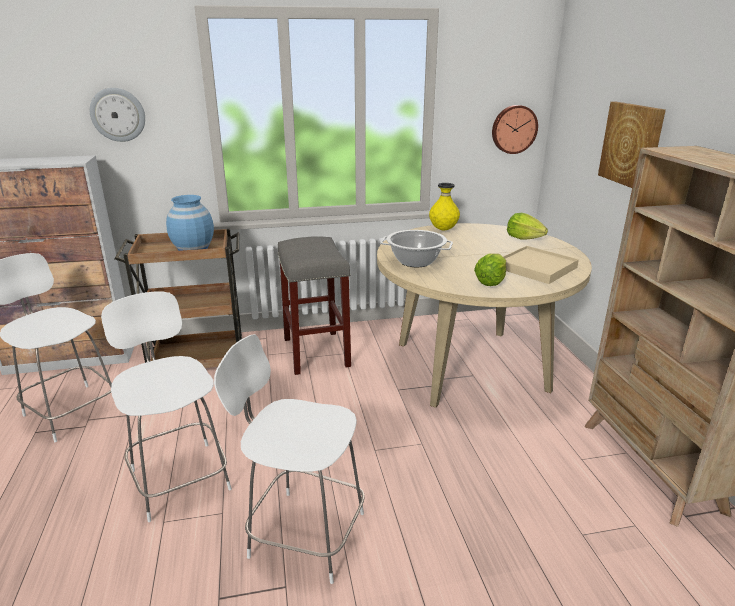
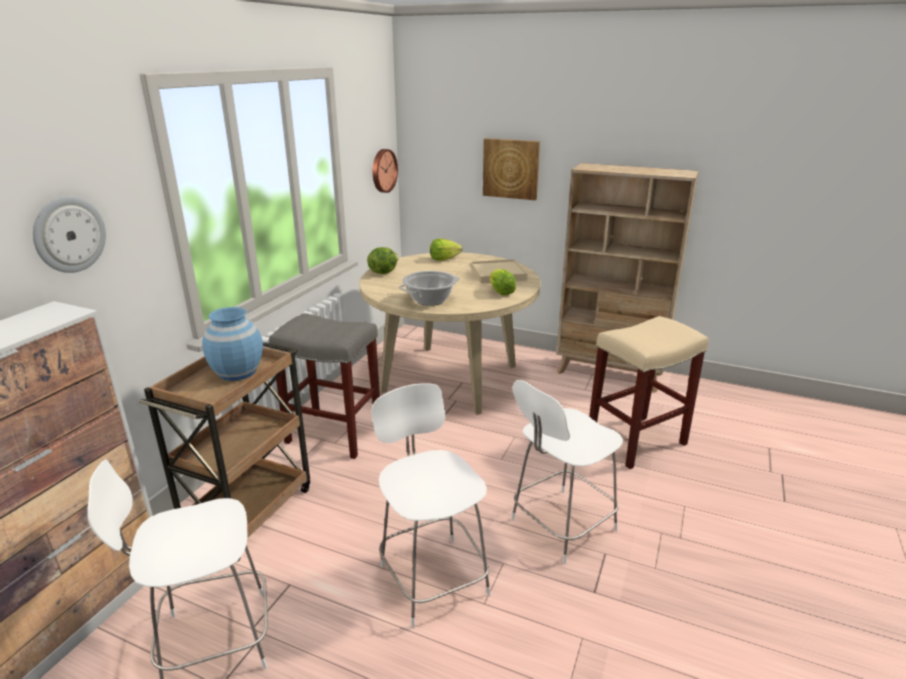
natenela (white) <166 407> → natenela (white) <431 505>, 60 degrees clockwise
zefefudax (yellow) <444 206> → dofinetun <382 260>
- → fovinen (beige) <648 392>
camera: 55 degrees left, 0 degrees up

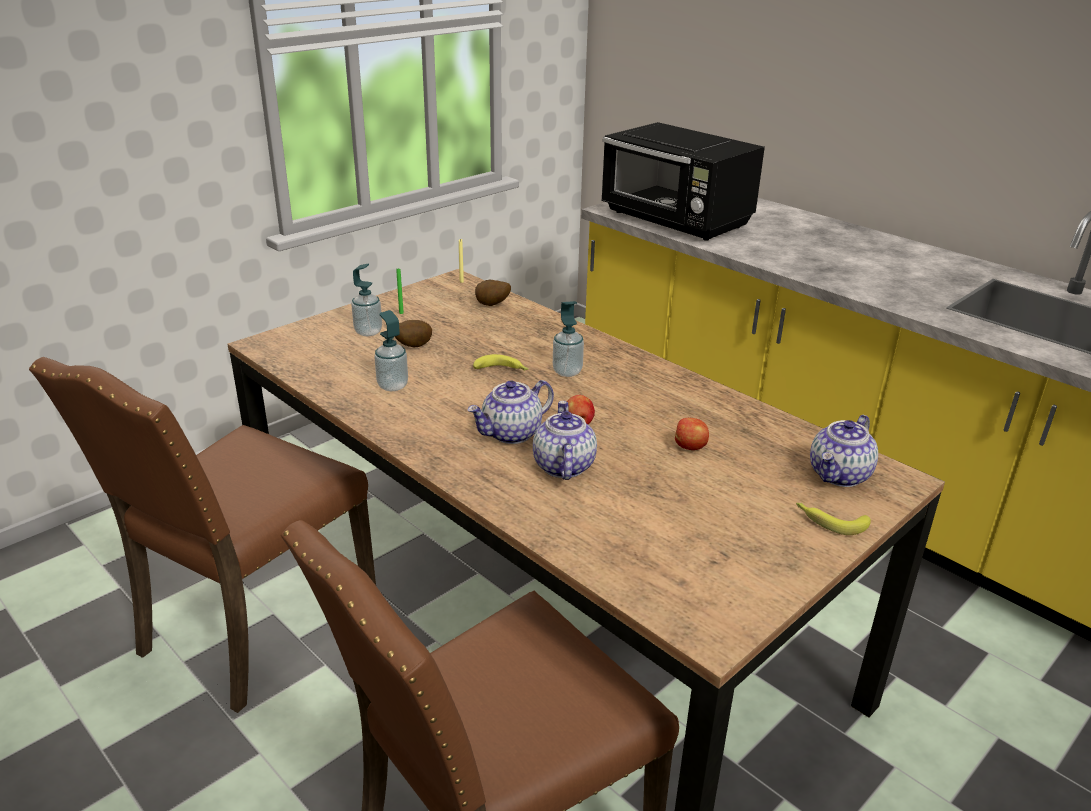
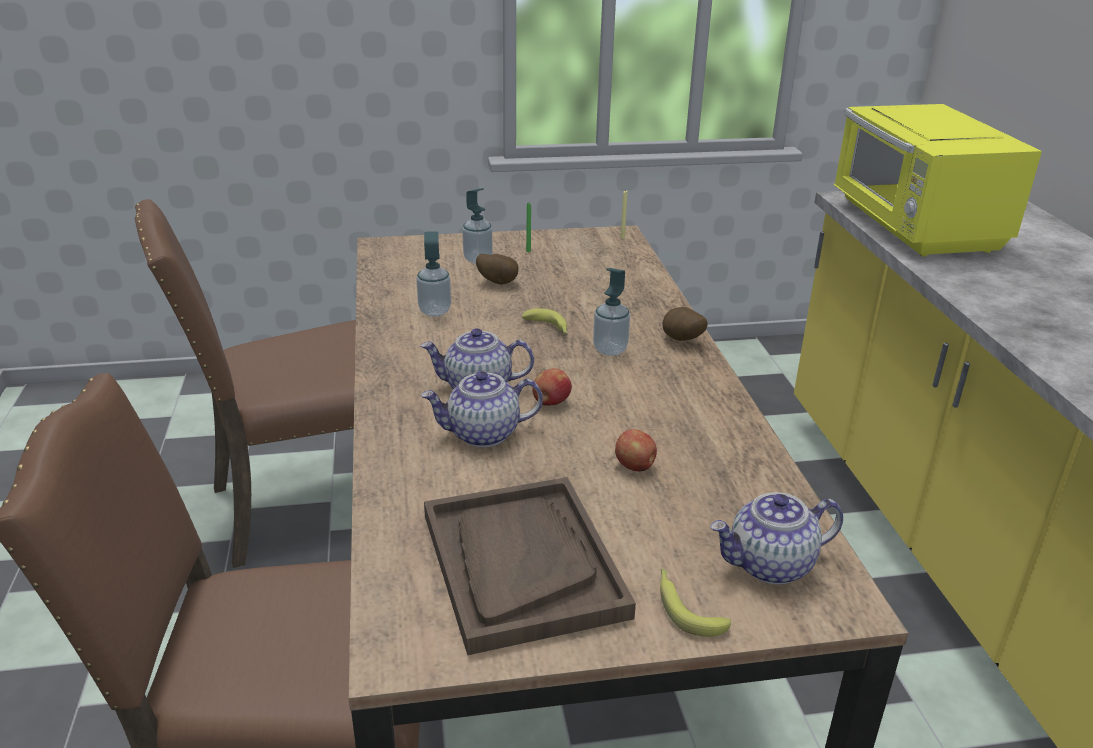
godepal <493 293> → godepal <685 324>, moved
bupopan <565 440> → bupopan <482 409>, 135 degrees counterclockwise
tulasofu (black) <683 181> → tulasofu (yellow) <938 180>
- → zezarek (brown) <530 566>
camera: 35 degrees right, 0 degrees up

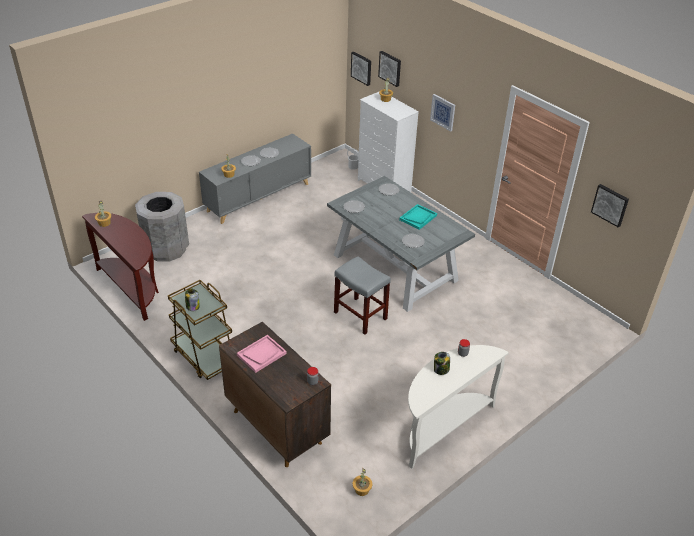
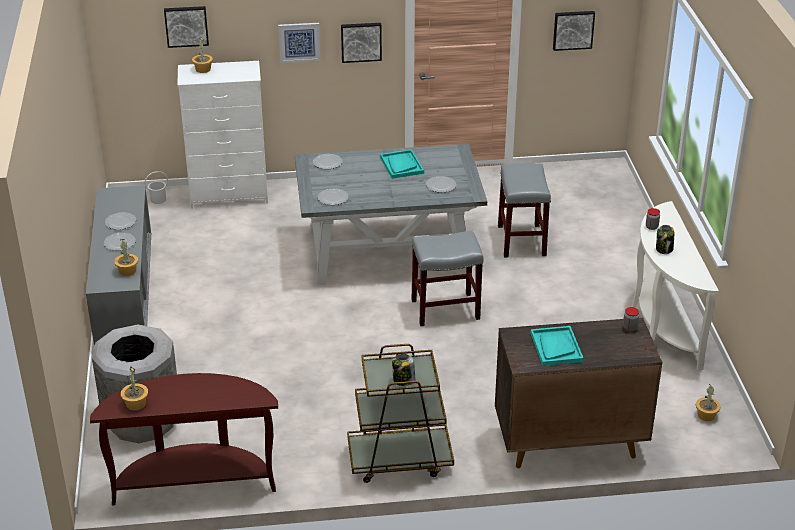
zezarek (pink) <262 354> → zezarek (turquoise) <556 346>
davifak <361 69> → davifak <361 43>, moved
- → fovinen (grey) <524 210>
camera: 55 degrees left, 5 degrees down

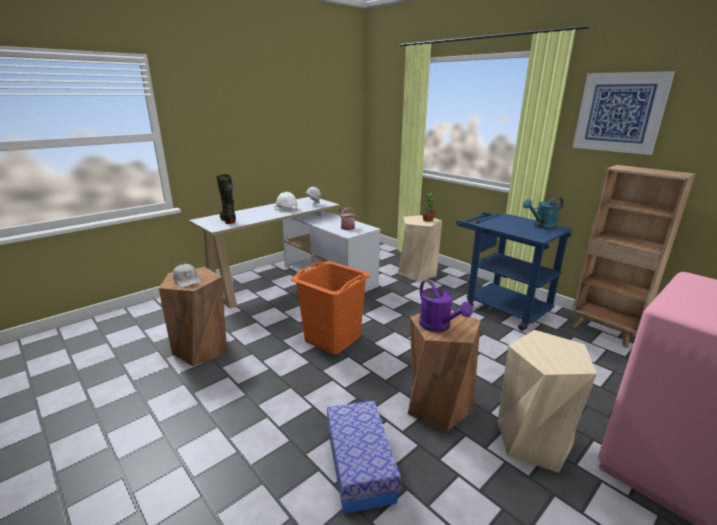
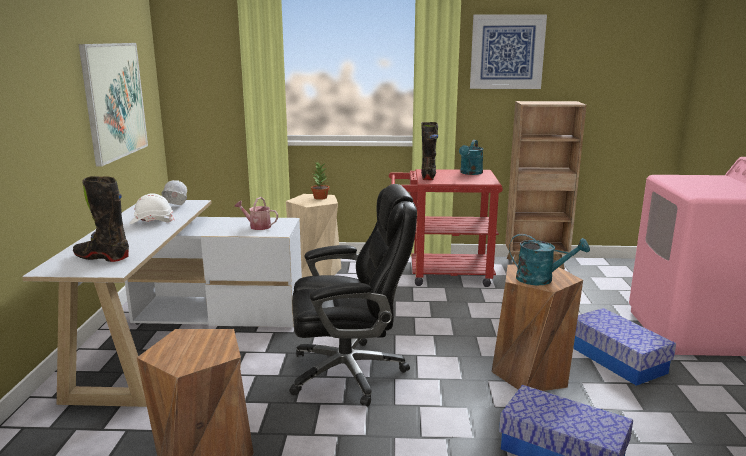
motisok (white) <187 276> → -
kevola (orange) <331 308> → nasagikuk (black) <353 295>
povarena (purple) <446 306> → povarena (turquoise) <549 259>
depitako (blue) <514 271> → depitako (red) <446 228>
fovinen (beige) <547 401> → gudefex <624 347>
- → davifak <113 105>
- → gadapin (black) <429 151>
camera: 45 degrees left, 5 degrees down

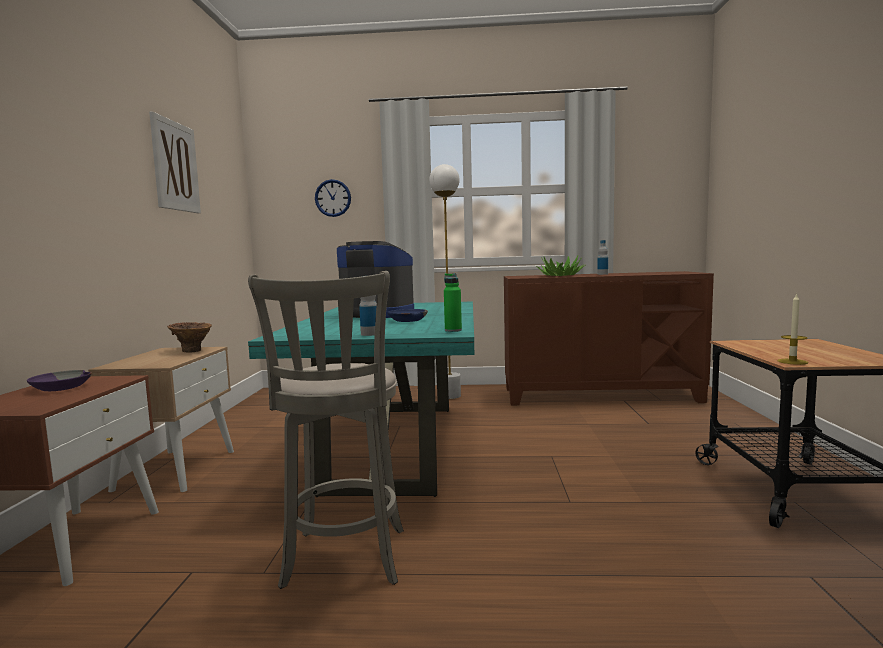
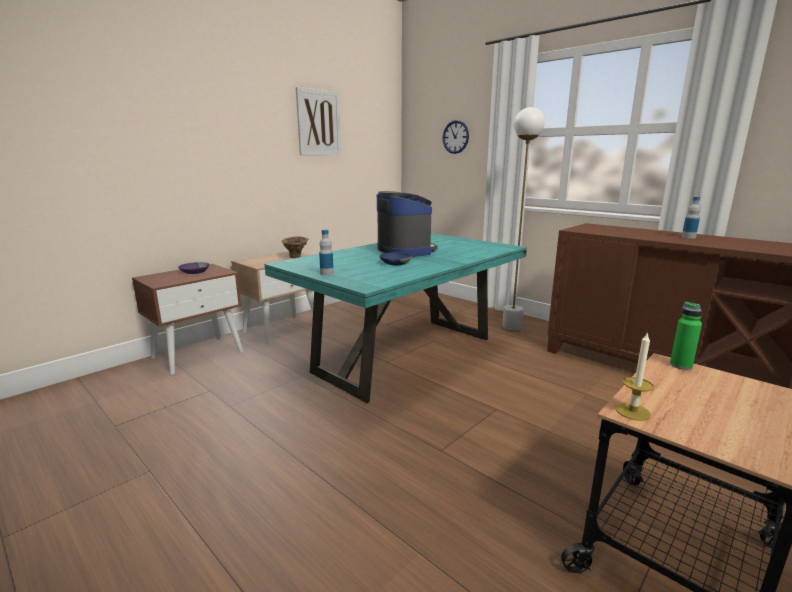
fovinen (grey) <326 430> → -
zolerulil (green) <453 302> → zolerulil (green) <686 336>, moved
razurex <560 266> → -
camera: 40 degrees right, 10 degrees up

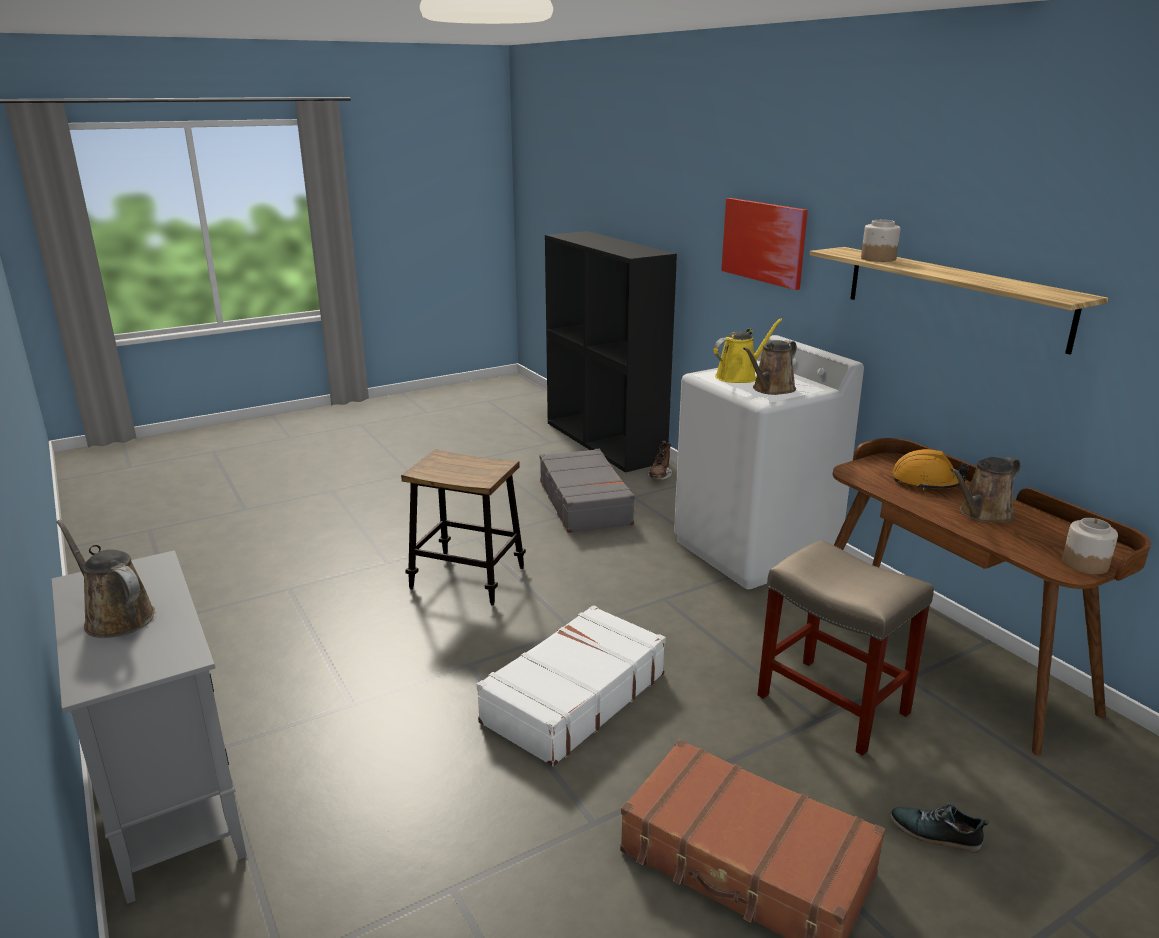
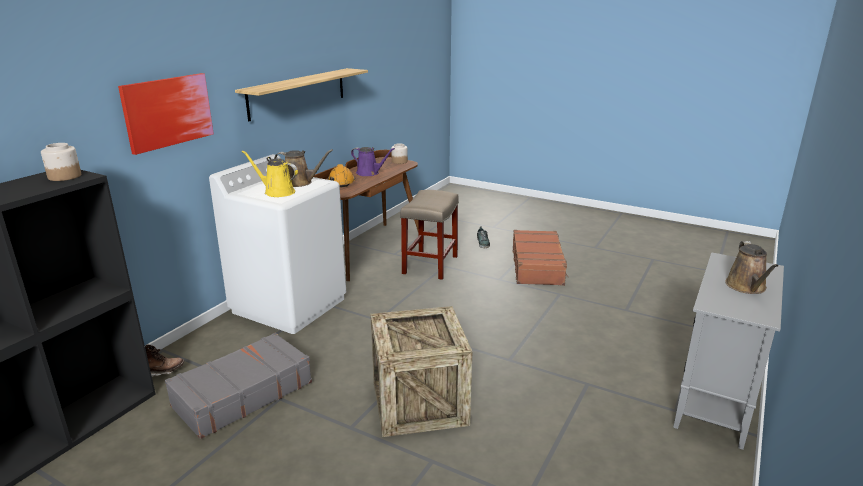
fovinen <463 527> → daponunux <421 371>
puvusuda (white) <571 686> → -
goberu <881 241> → goberu <61 162>, moved
povarena (brown) <985 490> → povarena (purple) <373 161>
camera: 120 degrees left, 0 degrees up

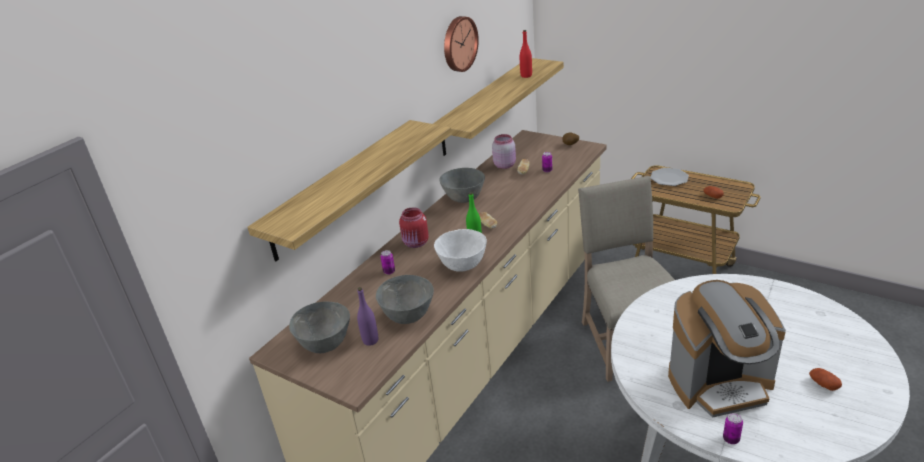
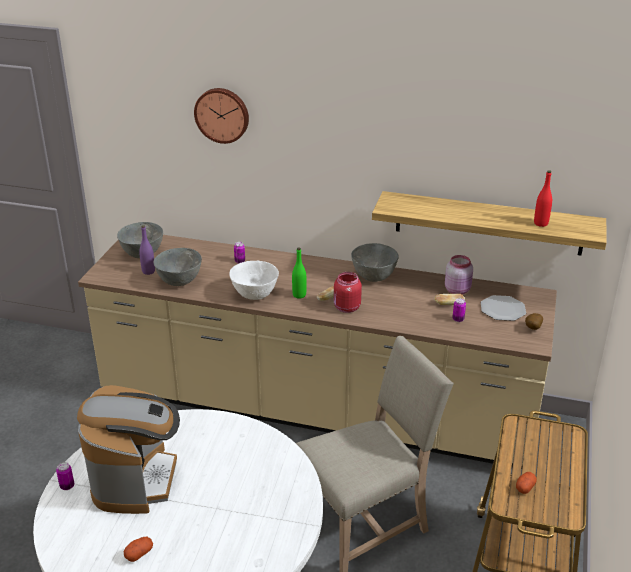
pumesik <349 190> → -
goberu (red) <414 227> → goberu (red) <348 292>, moved
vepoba <461 44> → vepoba <221 116>, moved
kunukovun <669 177> → kunukovun <503 308>, moved
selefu <727 349> → selefu <128 449>, 150 degrees counterclockwise
camera: 70 degrees right, 0 degrees up

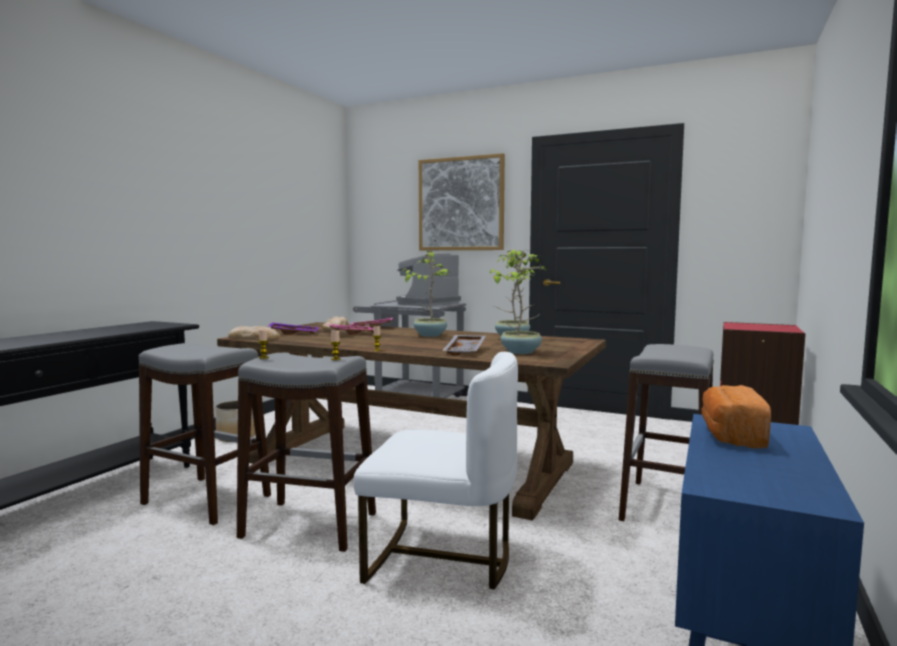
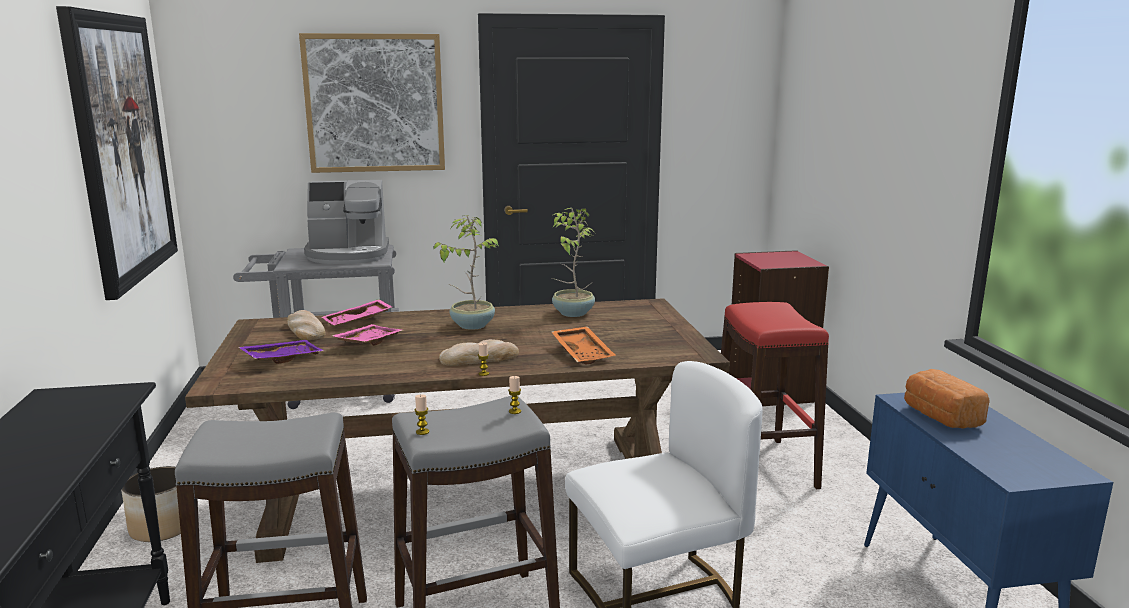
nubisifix <254 333> → nubisifix <479 352>, moved
selefu <428 280> → selefu <346 222>, 105 degrees counterclockwise
zezarek (grey) <464 345> → zezarek (orange) <583 345>
razurex <523 302> → -
fovinen (grey) <666 432> → fovinen (red) <775 395>
- → davifak <117 153>
camera: 35 degrees left, 10 degrees up

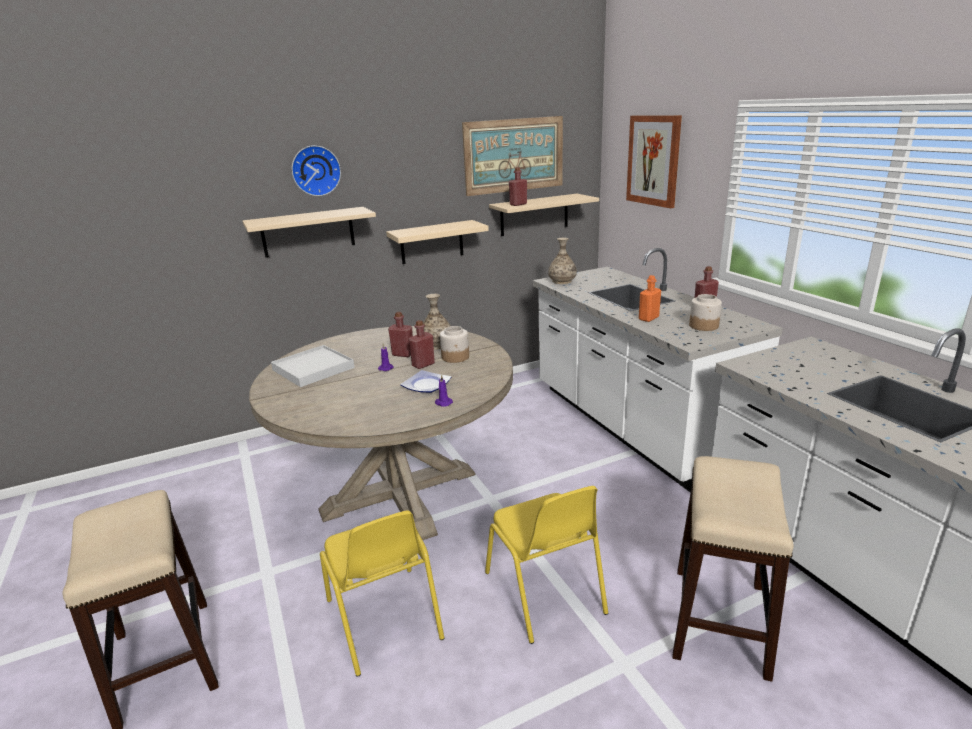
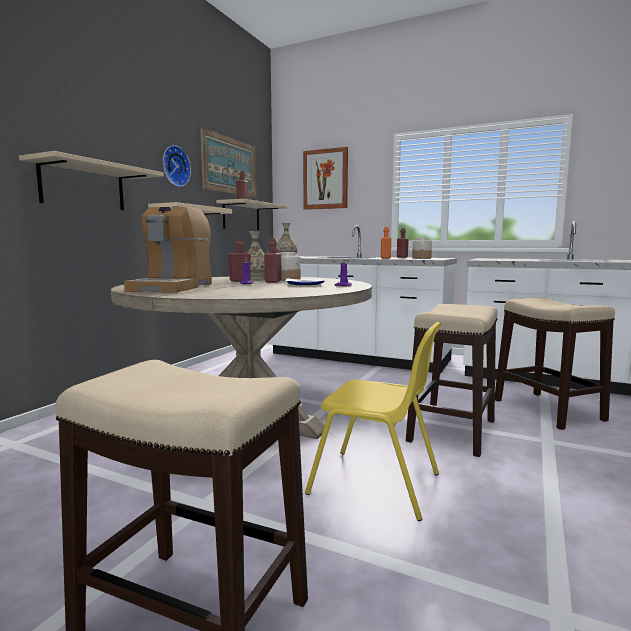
zezarek (white) <313 366> → selefu <168 249>
vepoba <316 170> → vepoba <177 166>, moved
natenela (yellow) <546 565> → fovinen <452 380>
camera: 40 degrees left, 15 degrees down

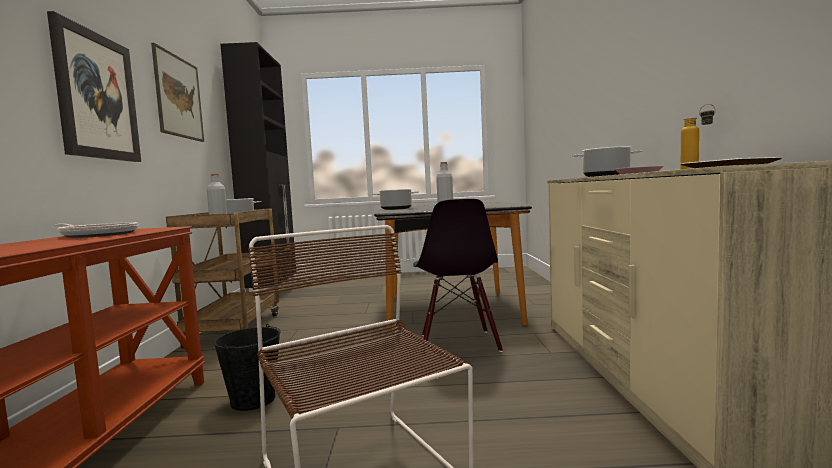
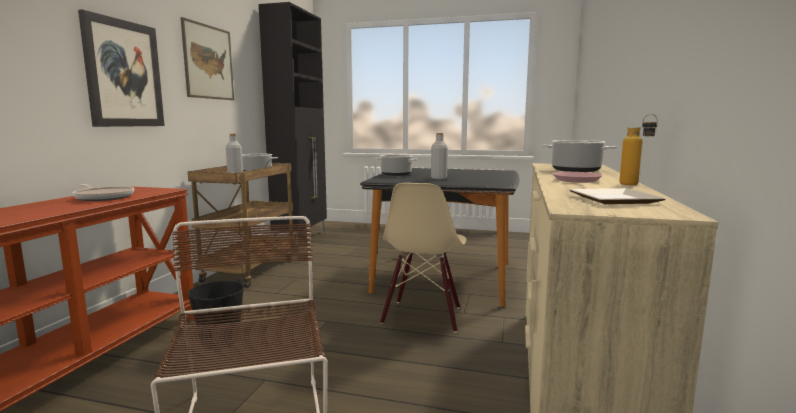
natenela (black) <458 277> → natenela (beige) <423 258>
camera: 15 degrees right, 5 degrees up

